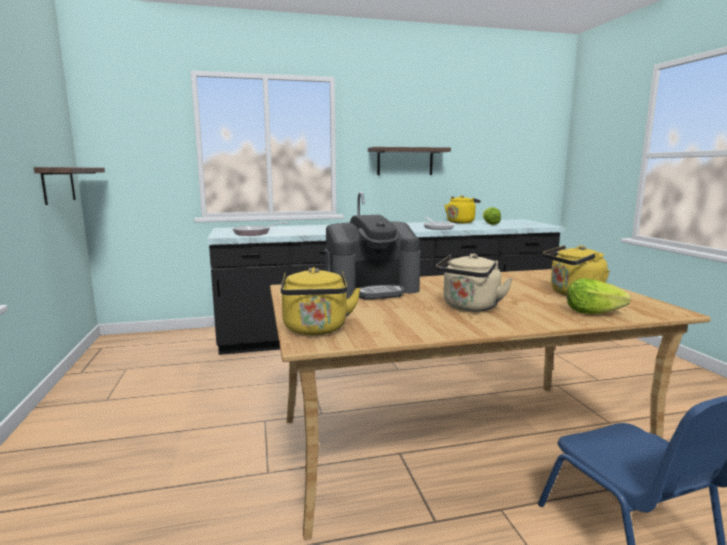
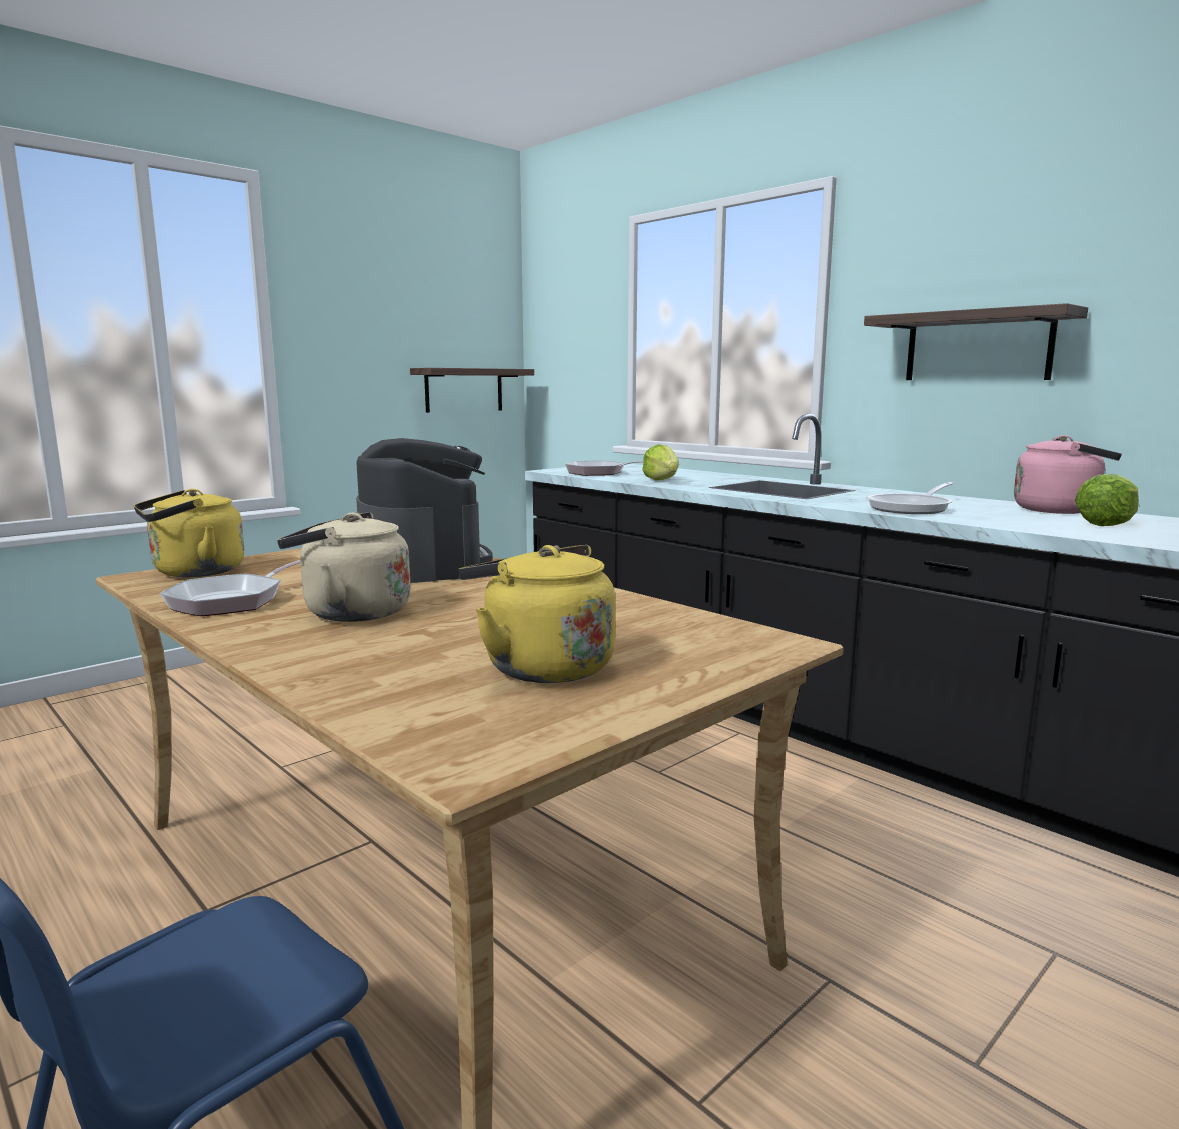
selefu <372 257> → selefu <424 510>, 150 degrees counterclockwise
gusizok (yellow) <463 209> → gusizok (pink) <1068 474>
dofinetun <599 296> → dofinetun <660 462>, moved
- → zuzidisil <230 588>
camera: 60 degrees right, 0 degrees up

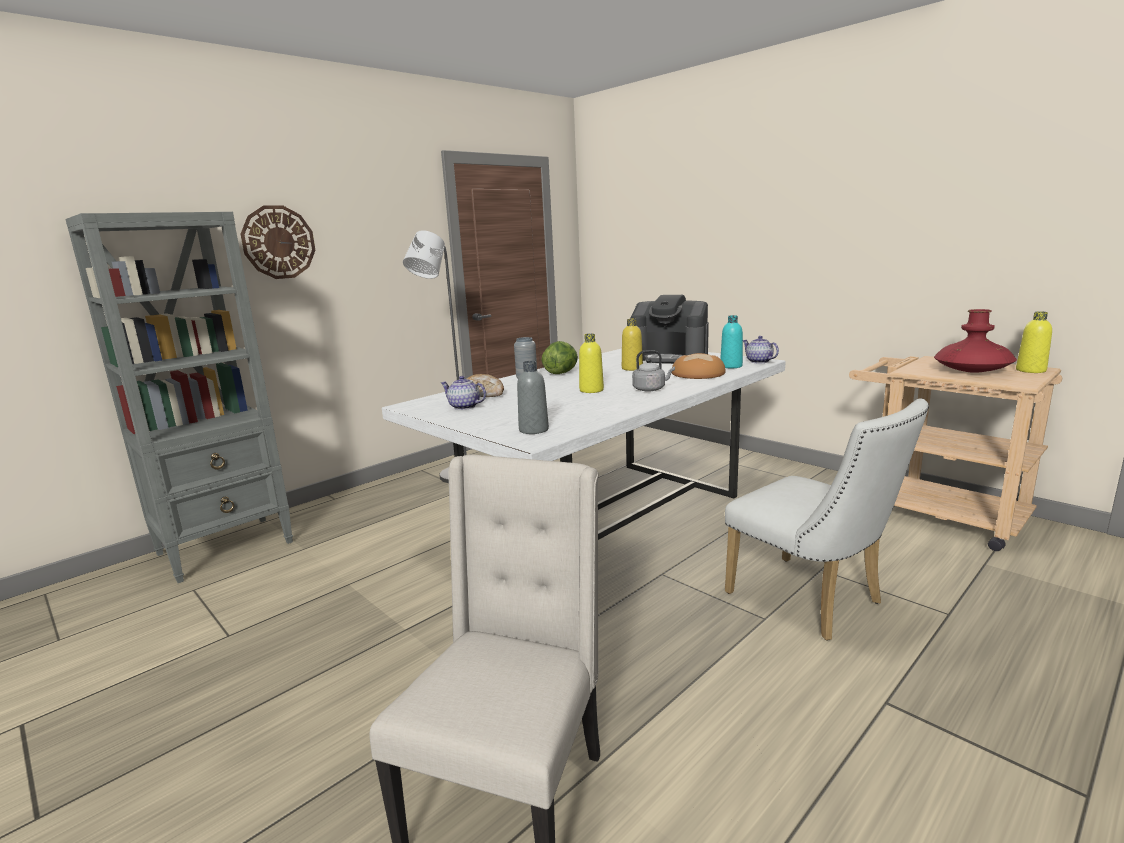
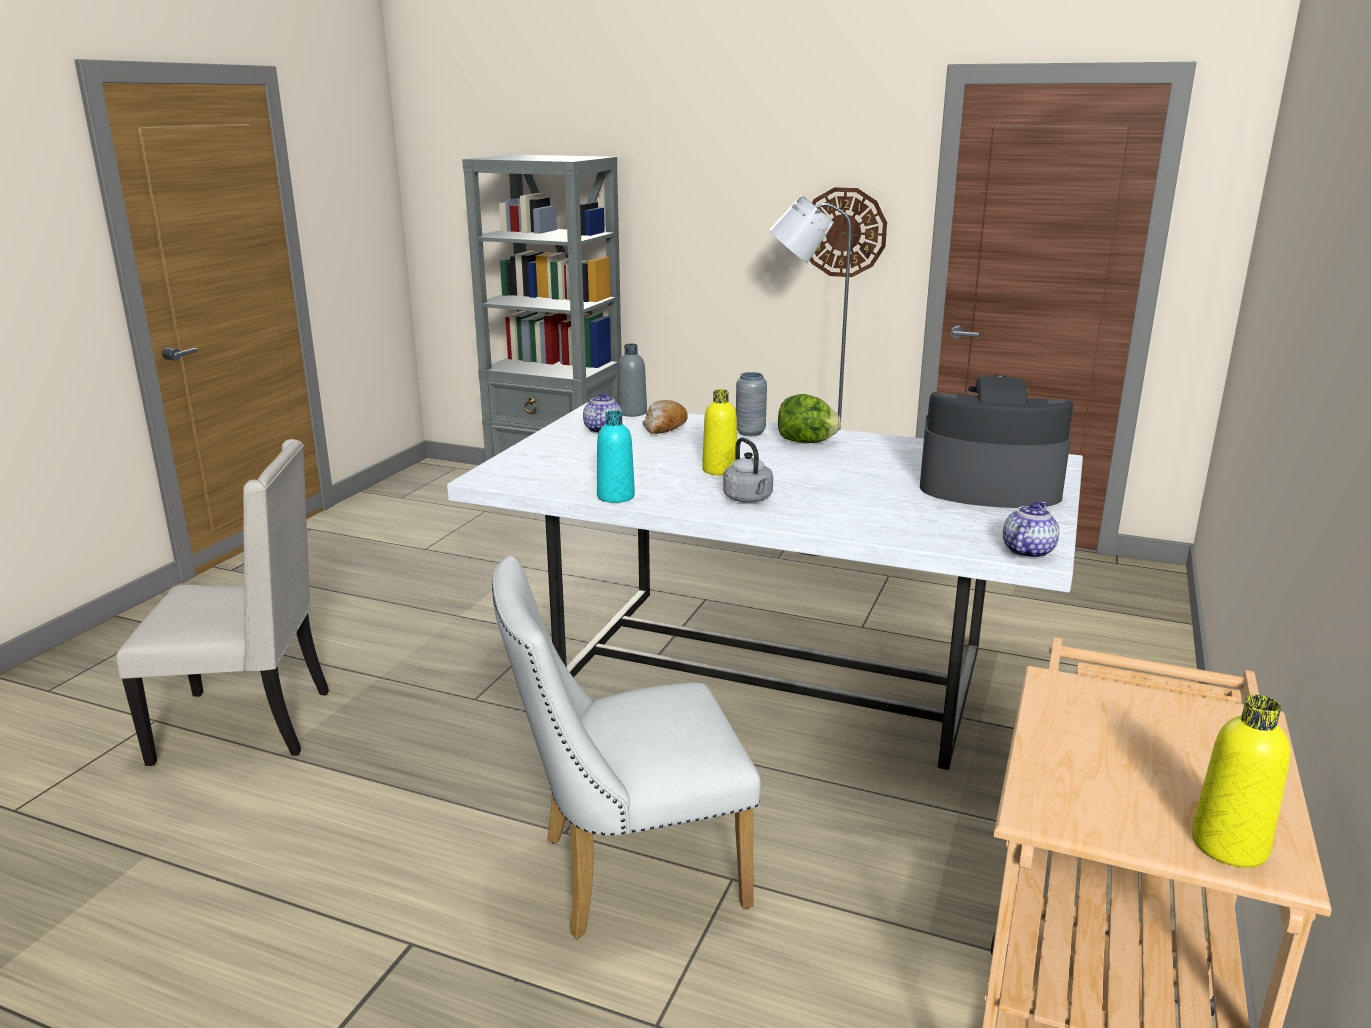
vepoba <278 242> → vepoba <848 232>, moved
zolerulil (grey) <533 397> → zolerulil (grey) <632 380>, moved
zolerulil (yellow) <632 345> → -
selefu <669 329> → selefu <996 441>, 105 degrees clockwise
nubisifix <698 366> → -
zolerulil (turquoise) <731 341> → zolerulil (turquoise) <616 457>, moved
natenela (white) <827 520> → natenela (white) <626 747>, 45 degrees clockwise
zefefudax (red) <975 341> → -
camera: 65 degrees right, 5 degrees up

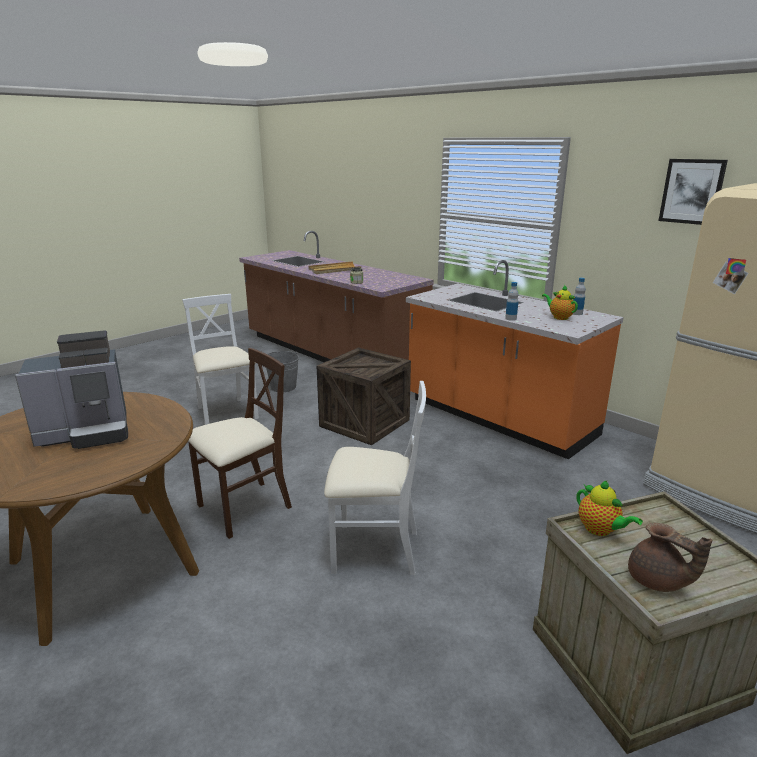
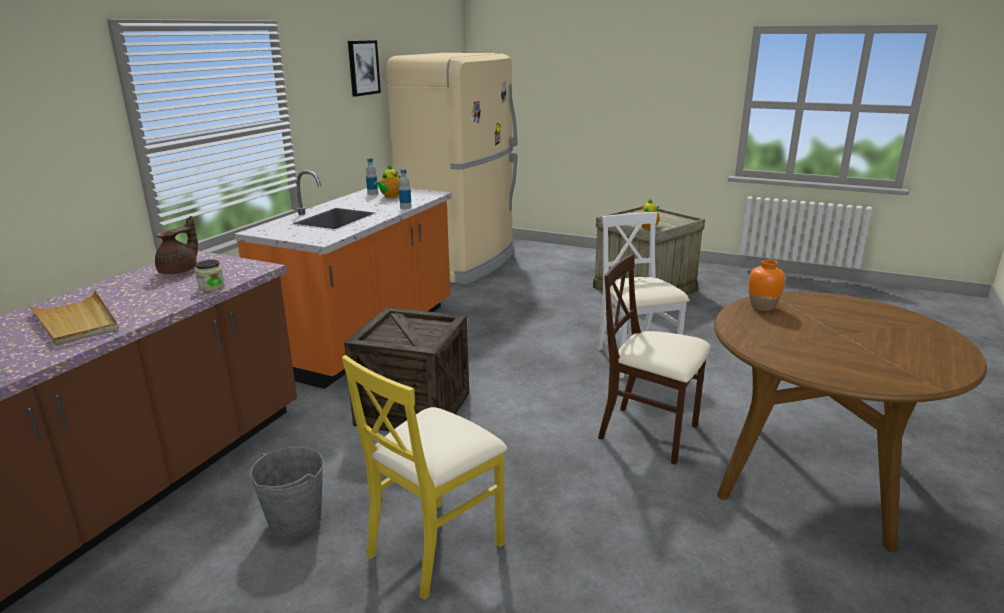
selefu <71 389> → -
natenela (white) <220 359> → natenela (yellow) <424 477>
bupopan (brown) <670 557> → bupopan (brown) <176 245>, moved
- → zefefudax (orange) <767 285>
camera: 110 degrees left, 0 degrees up

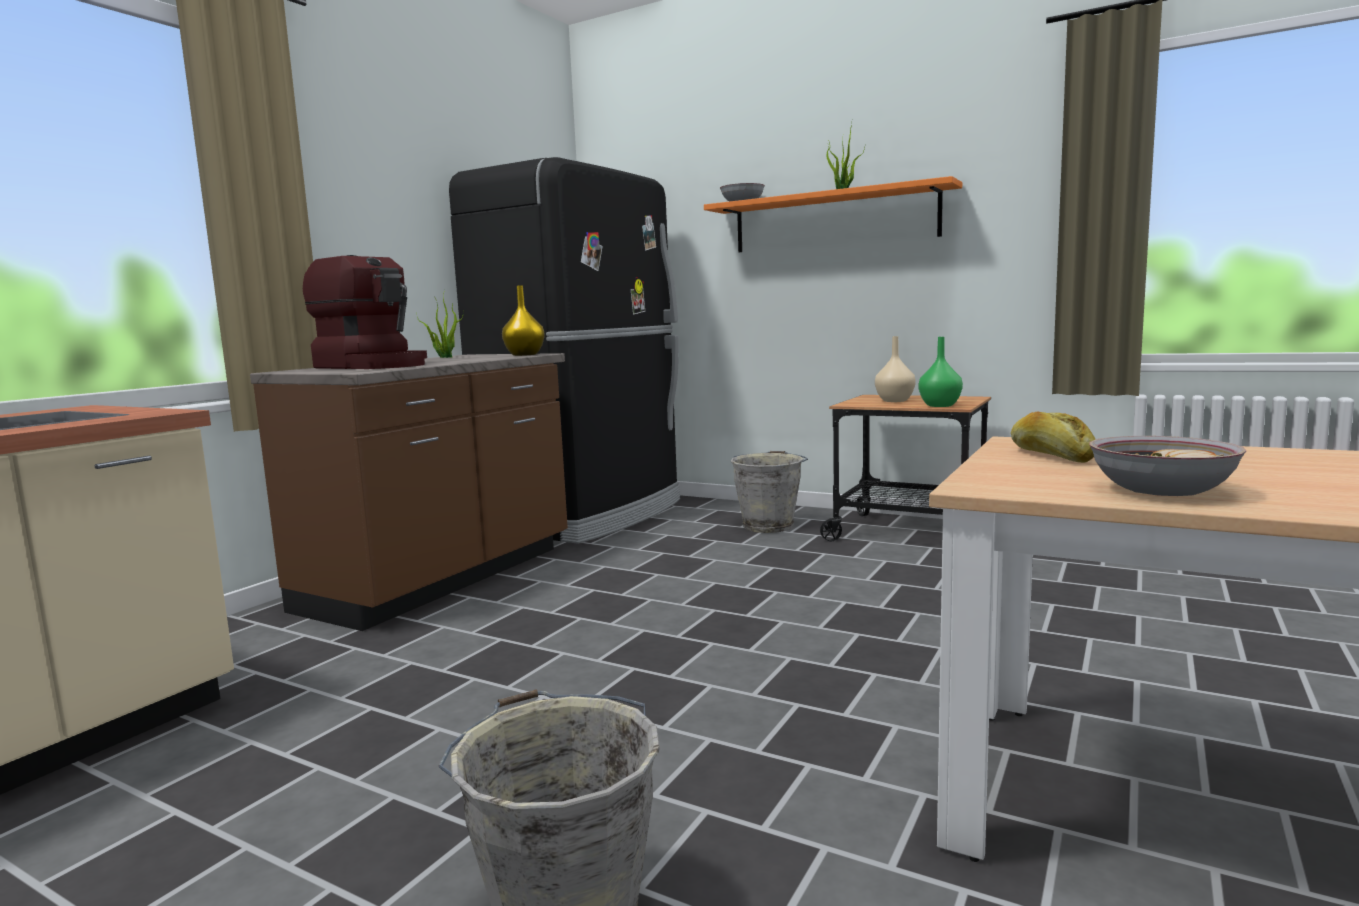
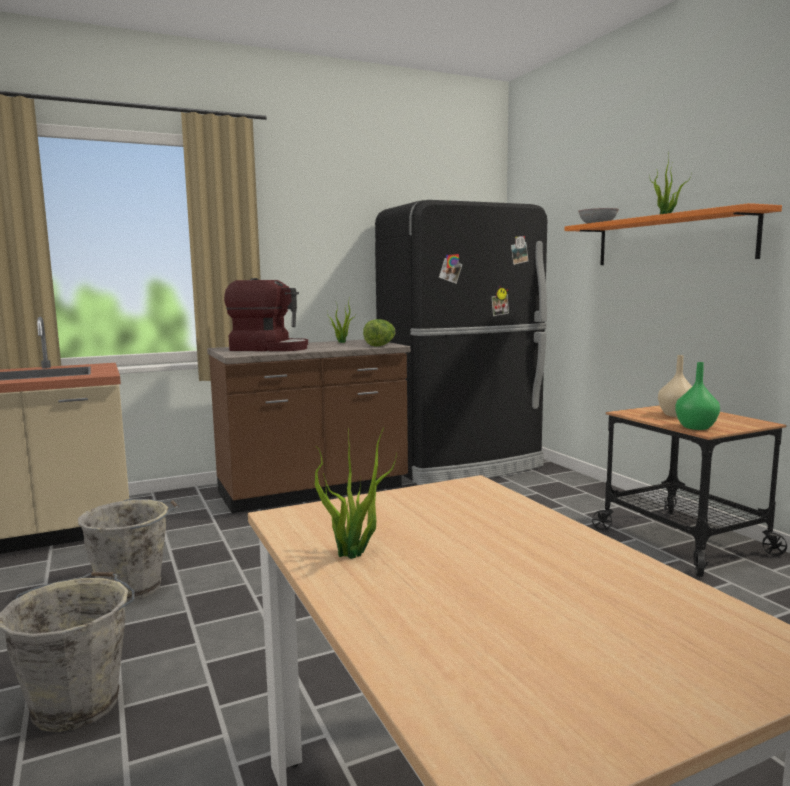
selefu <365 312> → selefu <266 314>, 60 degrees counterclockwise
zefefudax (yellow) <523 320> → dofinetun <379 332>
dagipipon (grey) <769 492> → dagipipon (grey) <128 550>, moved
nubisifix <1053 437> → -
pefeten <1168 466> → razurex <356 493>
camera: 35 degrees right, 0 degrees up

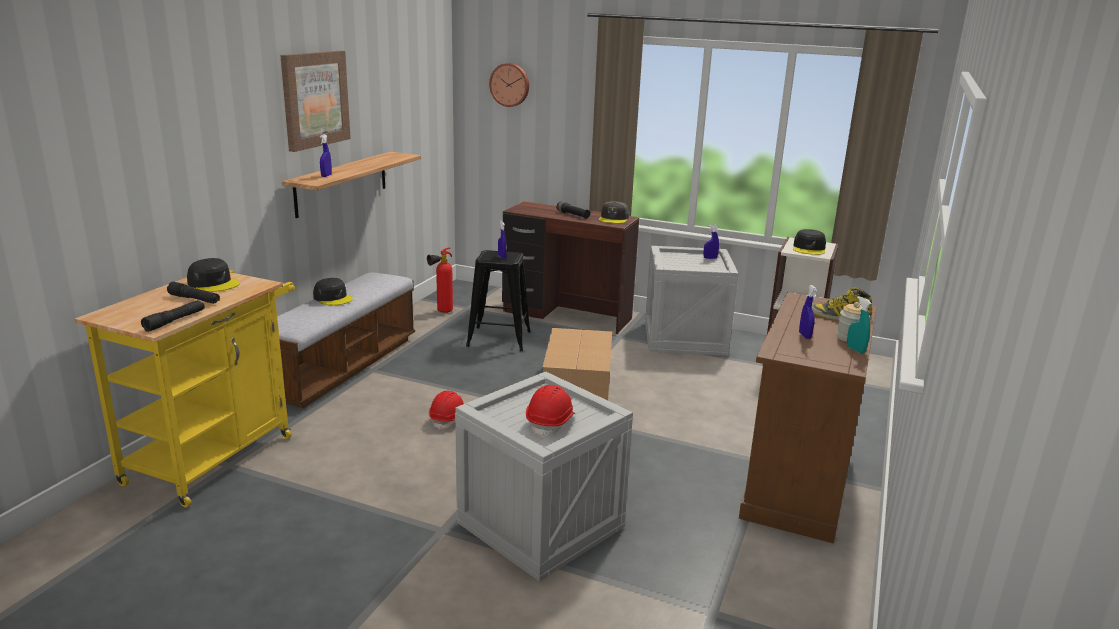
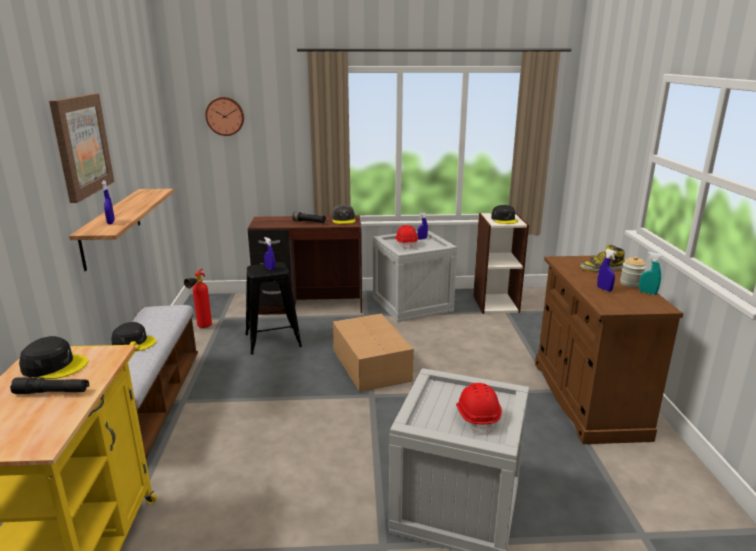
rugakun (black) <173 316> → -
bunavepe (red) <446 410> → bunavepe (red) <406 237>, moved
camera: 25 degrees left, 0 degrees up

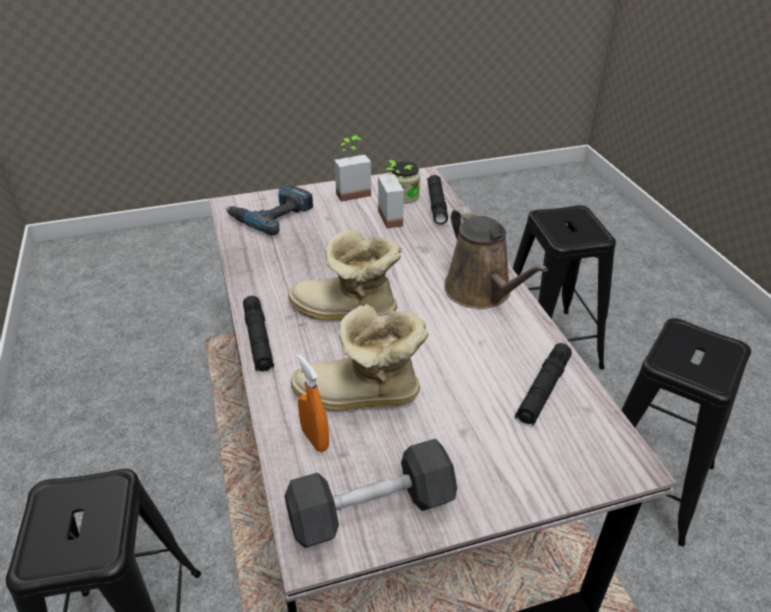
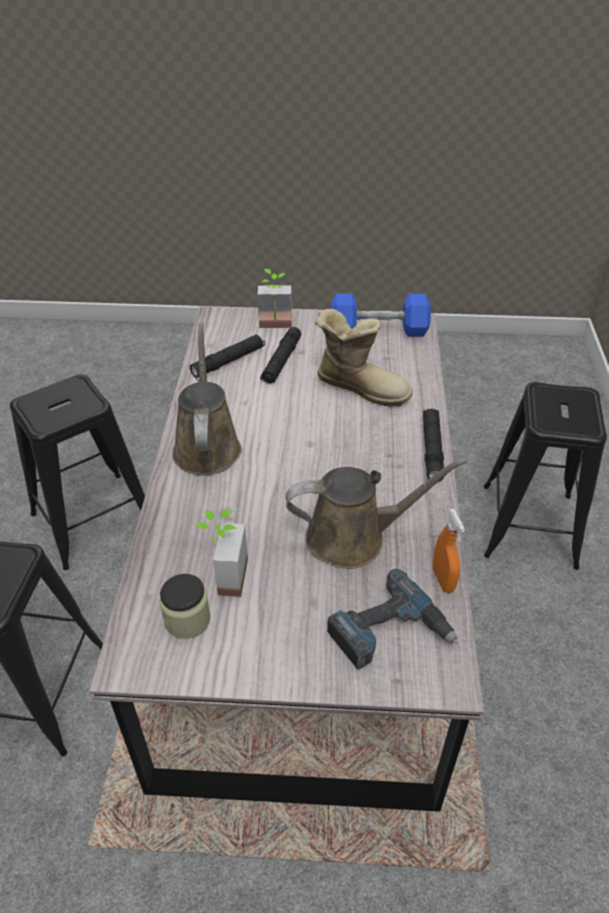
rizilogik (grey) <371 493> → rizilogik (blue) <381 315>
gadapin <344 274> → -
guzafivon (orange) <313 403> → guzafivon (orange) <449 551>, moved
razurex <352 169> → razurex <275 298>, moved
rugakun (black) <437 200> → rugakun (black) <280 355>, moved
- → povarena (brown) <376 513>
camera: 160 degrees left, 5 degrees up

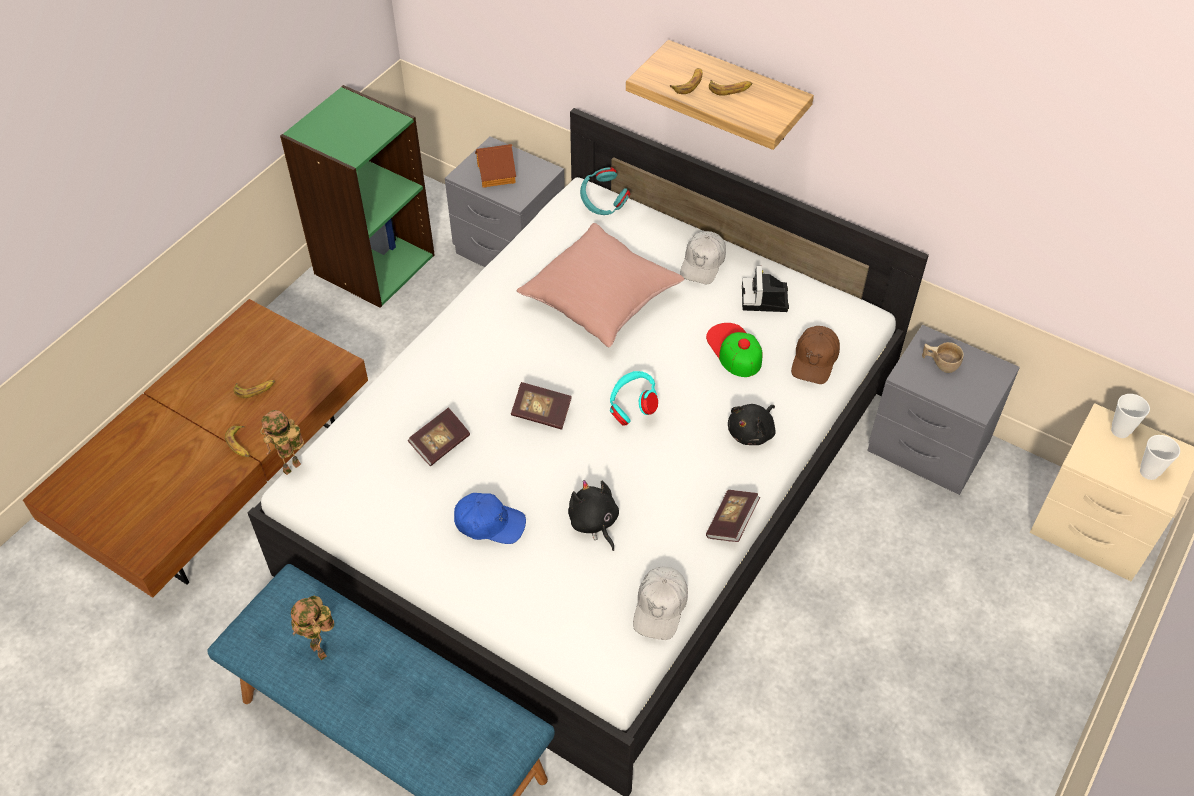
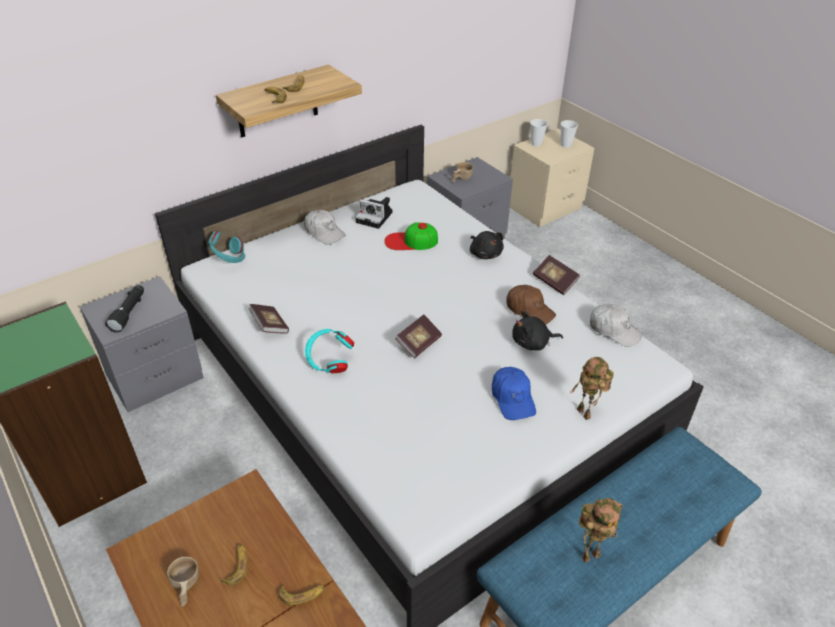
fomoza <282 442> → fomoza <592 388>, moved
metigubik <439 436> → metigubik <269 319>, moved
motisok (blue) <490 518> → motisok (blue) <514 393>, 135 degrees clockwise
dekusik <495 166> → rugakun (black) <124 309>
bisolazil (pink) <601 285> → -
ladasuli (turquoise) <634 398> → ladasuli (turquoise) <329 351>, moved
motisok (brown) <815 355> → motisok (brown) <531 304>, moved
- → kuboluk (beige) <183 582>
camera: 70 degrees left, 10 degrees down

